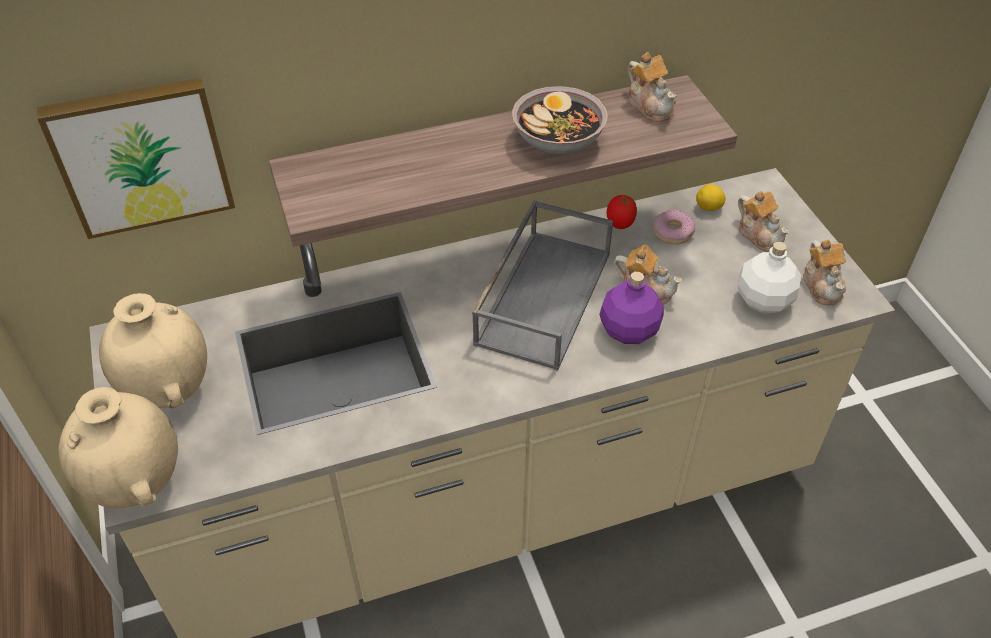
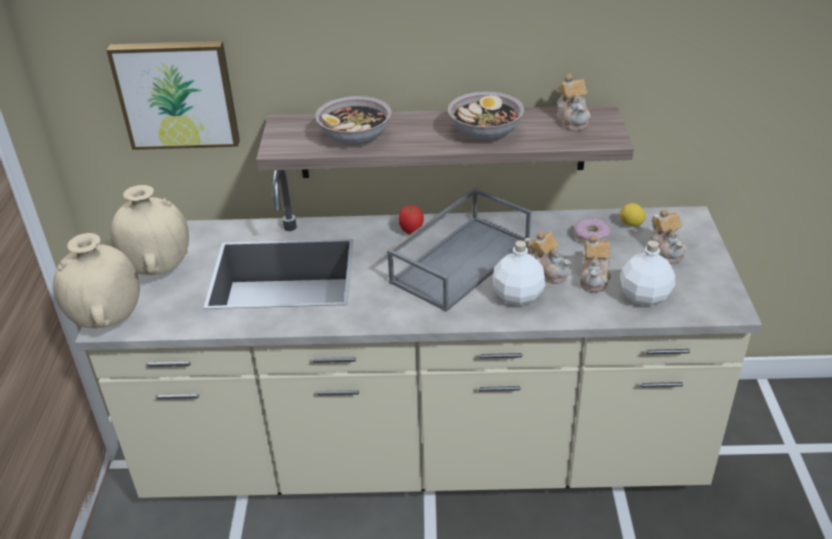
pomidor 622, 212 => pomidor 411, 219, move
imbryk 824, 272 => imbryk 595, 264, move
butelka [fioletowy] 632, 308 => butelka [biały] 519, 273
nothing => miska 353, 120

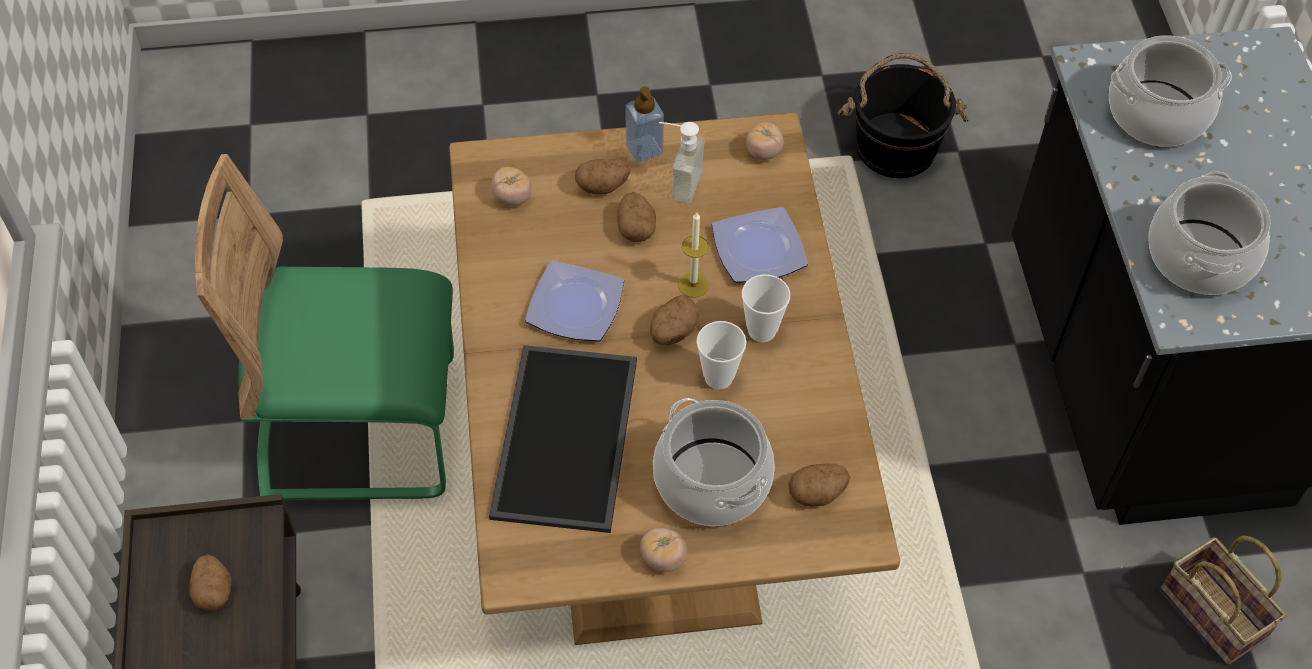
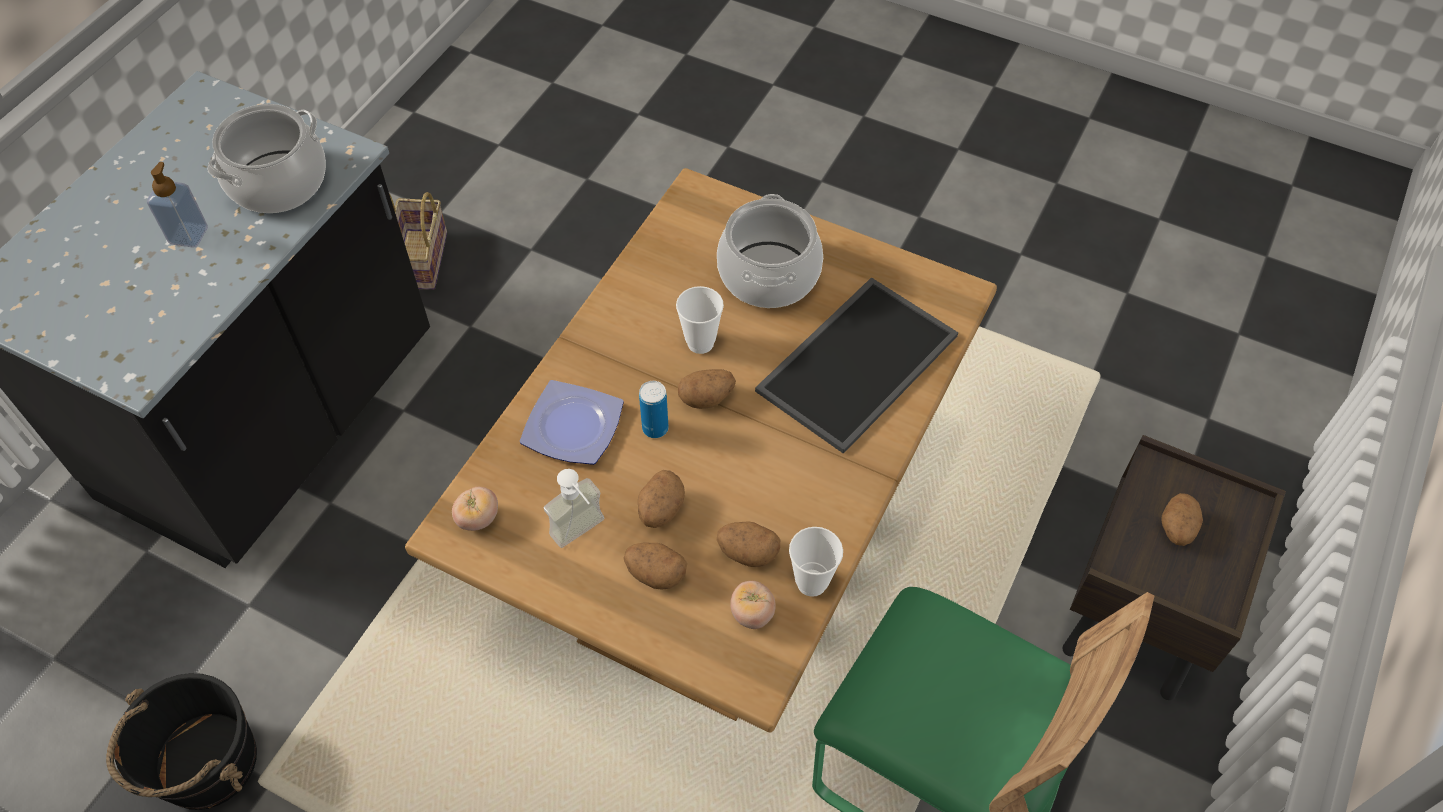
garnek 1170, 91 => nothing
dozownik mydła 644, 124 => dozownik mydła 177, 205, move
świeca 693, 255 => puszka 654, 409
talerz 574, 301 => nothing
filiżanka 766, 308 => filiżanka 816, 562, move
ziemniak 819, 485 => ziemniak 748, 544, move
pomidor 663, 550 => nothing

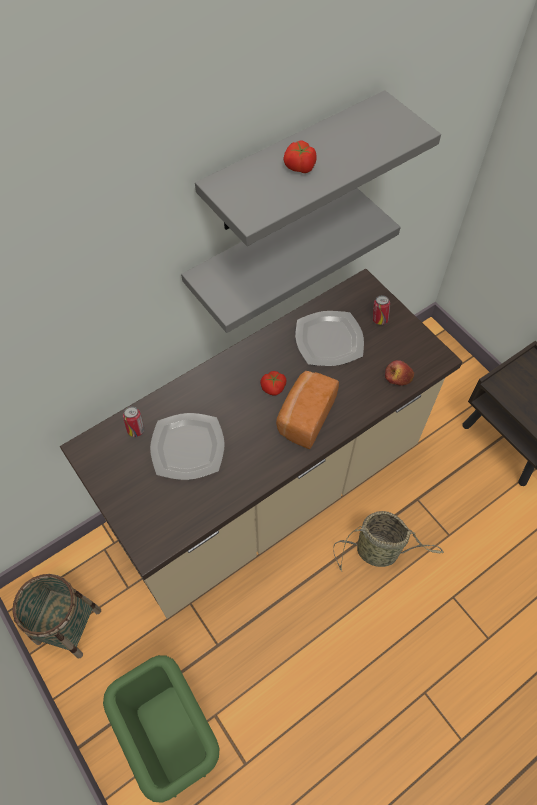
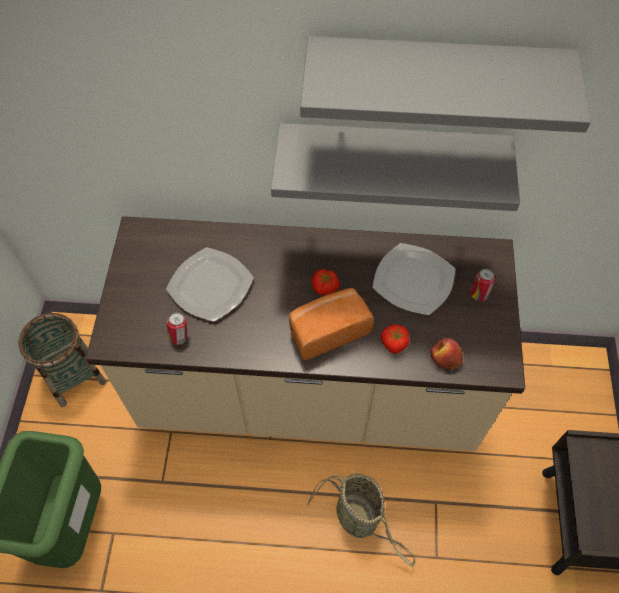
pomidor 299, 156 => pomidor 395, 339, move
puszka 133, 421 => puszka 177, 328, move

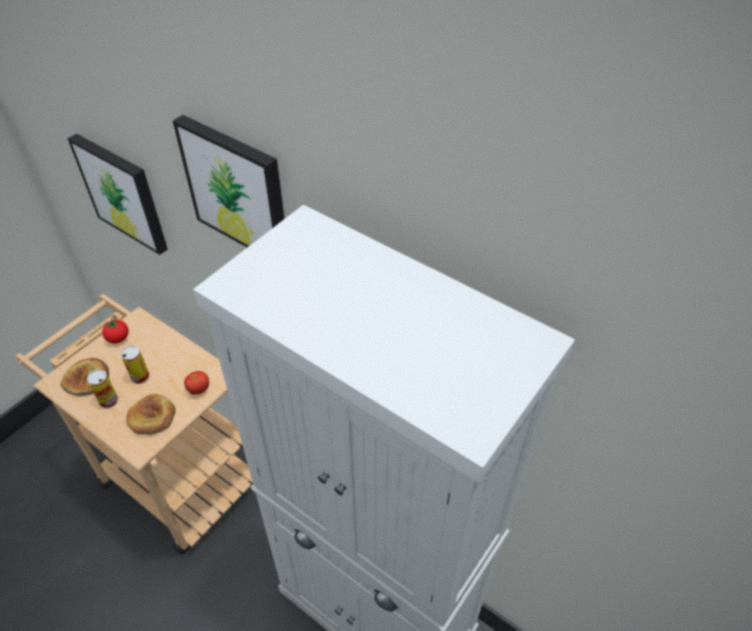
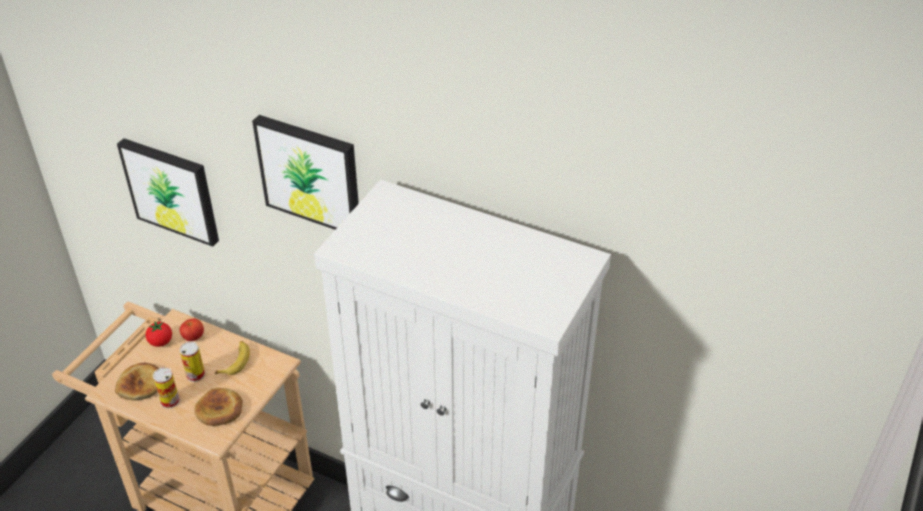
pomidor 196, 382 => pomidor 192, 329, move
nothing => banan 232, 358

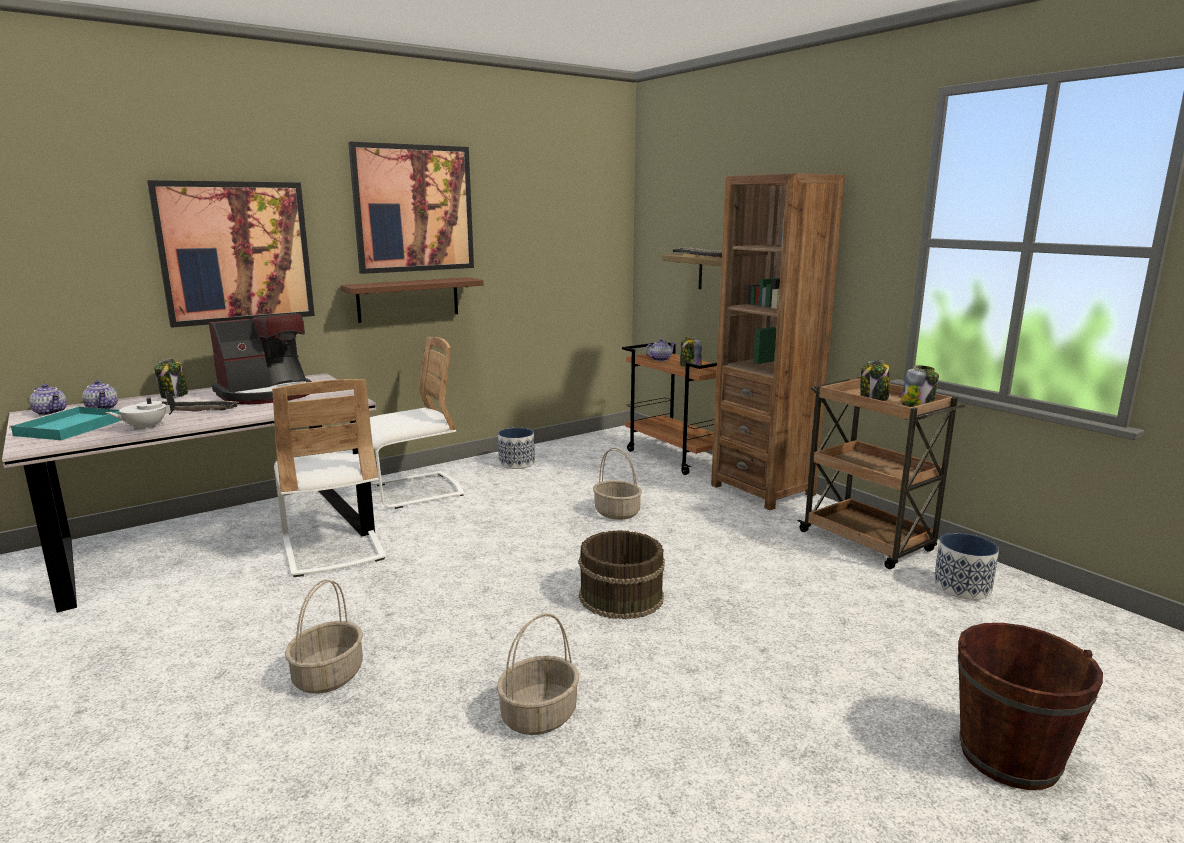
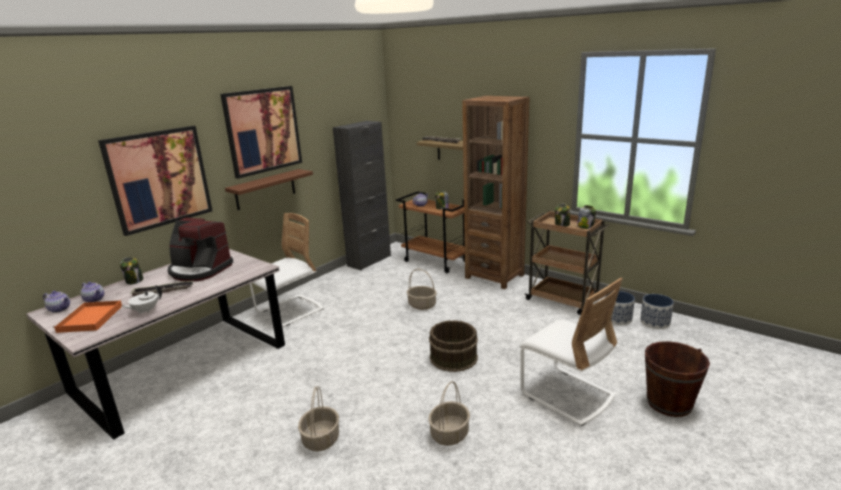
ekspres do kawy 260, 359 => ekspres do kawy 200, 250, 75 degrees clockwise
krzesło [biały] 329, 478 => krzesło [biały] 571, 352, move
taca [turkusowy] 65, 423 => taca [pomarańczowy] 87, 316
donica 516, 448 => donica 657, 311, move
nothing => szafka [czarny] 362, 195

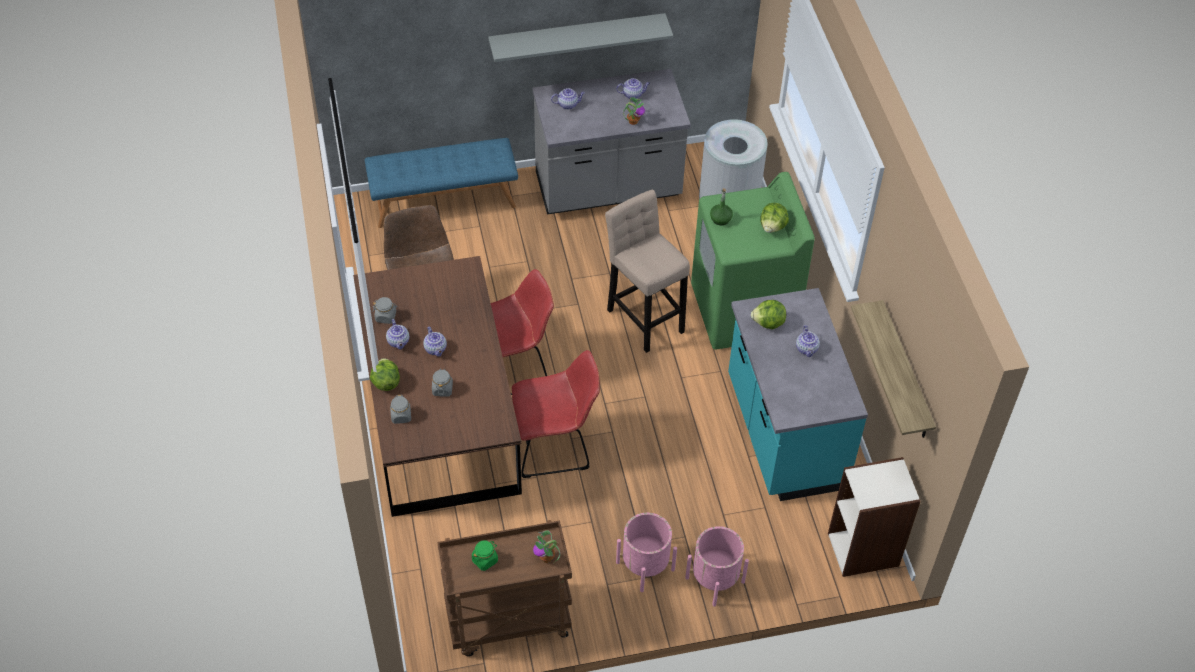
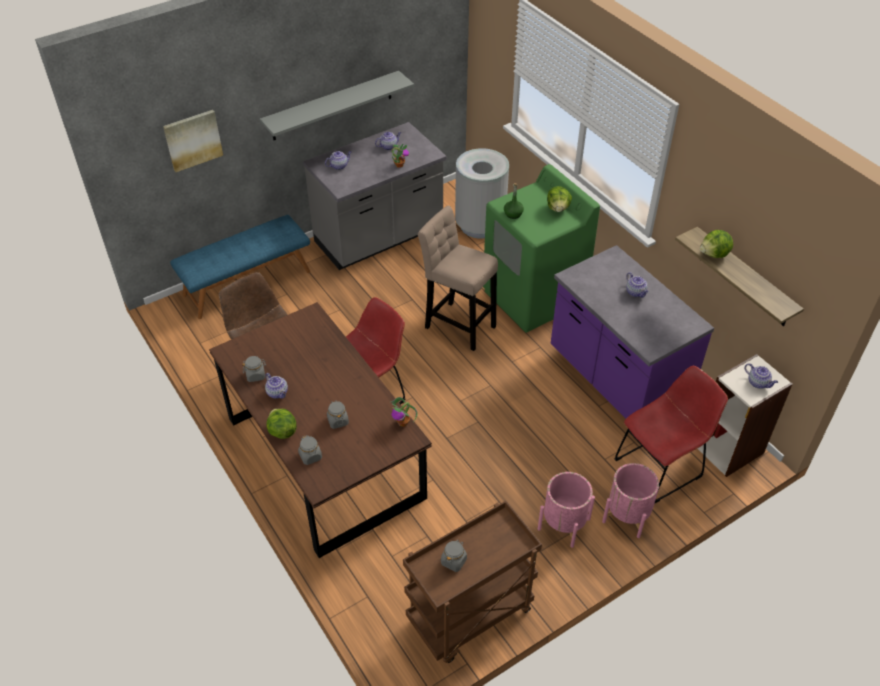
zabudowa kuchenna [turkusowy] 798, 394 => zabudowa kuchenna [fioletowy] 632, 331
sałata 768, 314 => sałata 716, 244, move
imbryk 435, 342 => imbryk 761, 375, move
krzesło [czerwony] 556, 414 => krzesło [czerwony] 671, 434, move
roślina doniczkowa 546, 547 => roślina doniczkowa 404, 412, move
słoik [zielony] 485, 555 => słoik [szary] 454, 556
nothing => obraz 193, 141

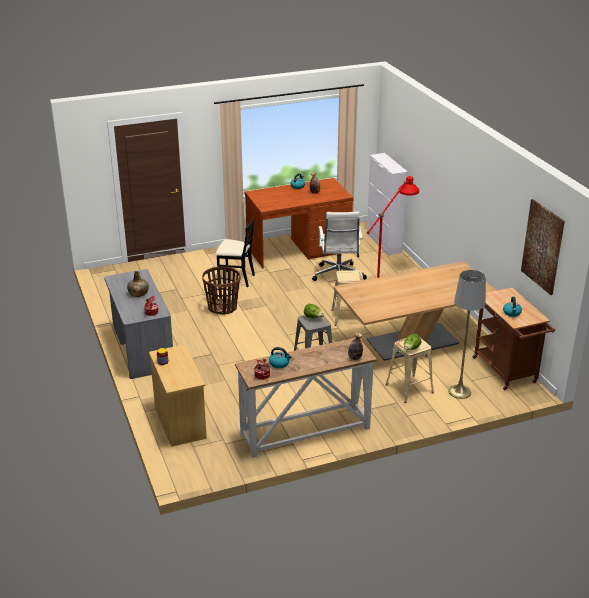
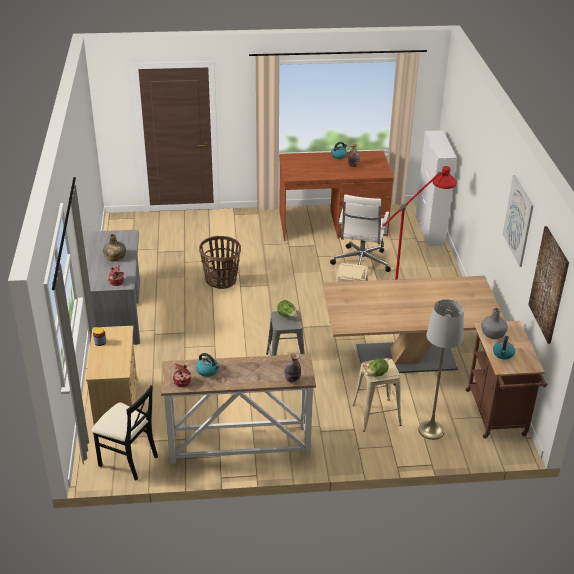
krzesło [czarny] 235, 251 => krzesło [czarny] 124, 433, move
nothing => obraz 518, 221
nothing => butelka [szary] 494, 323

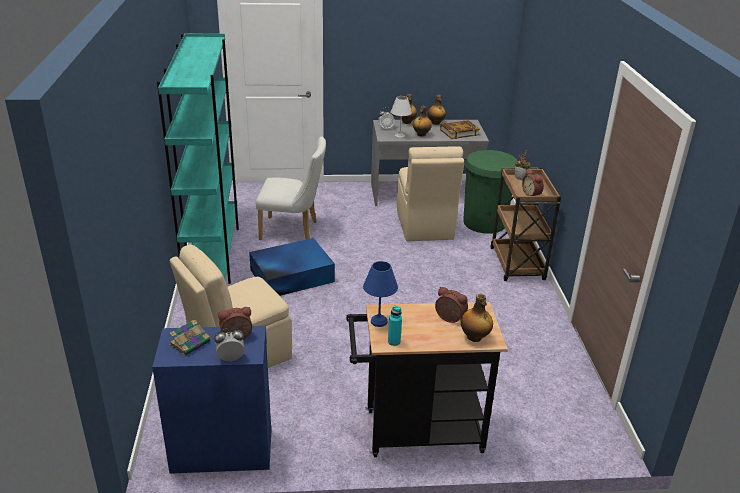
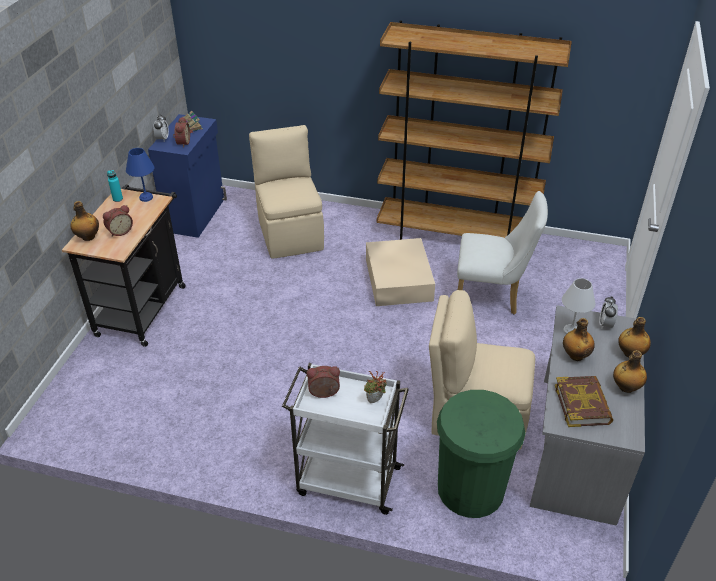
regał [turkusowy] 198, 158 => regał [brązowy] 474, 130
krzesło [biały] 291, 188 => krzesło [biały] 502, 253, 105 degrees counterclockwise
wózek [brązowy] 525, 224 => wózek [biały] 345, 439
pojemnik do przechowywania [niebieski] 292, 267 => pojemnik do przechowywania [beżowy] 400, 272

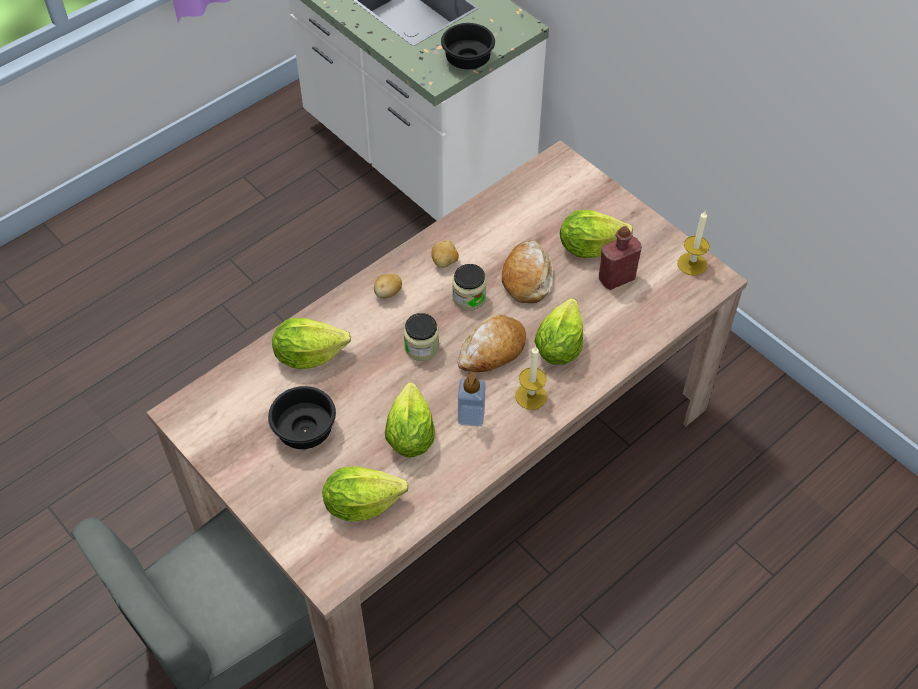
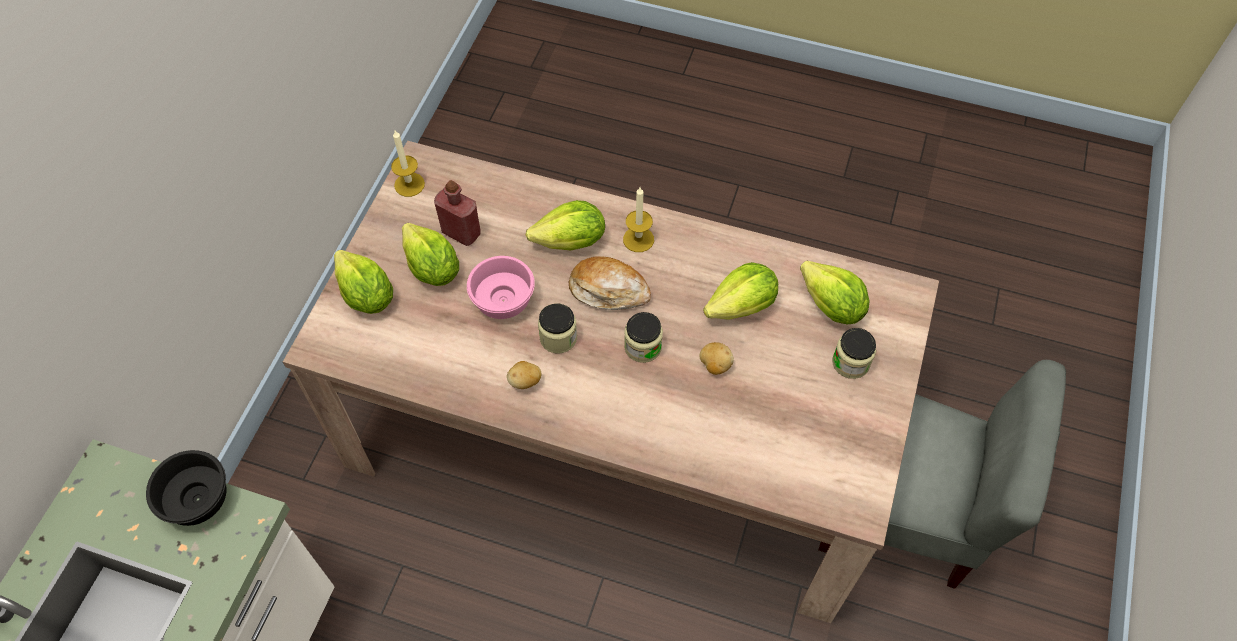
chleb 527, 271 => miska [różowy] 501, 287
ziemniak 388, 286 => ziemniak 716, 358, move
sałata 311, 343 => sałata 363, 282, move
dozownik mydła 472, 399 => nothing
miska [czarny] 302, 417 => nothing
nothing => słoik 854, 353

